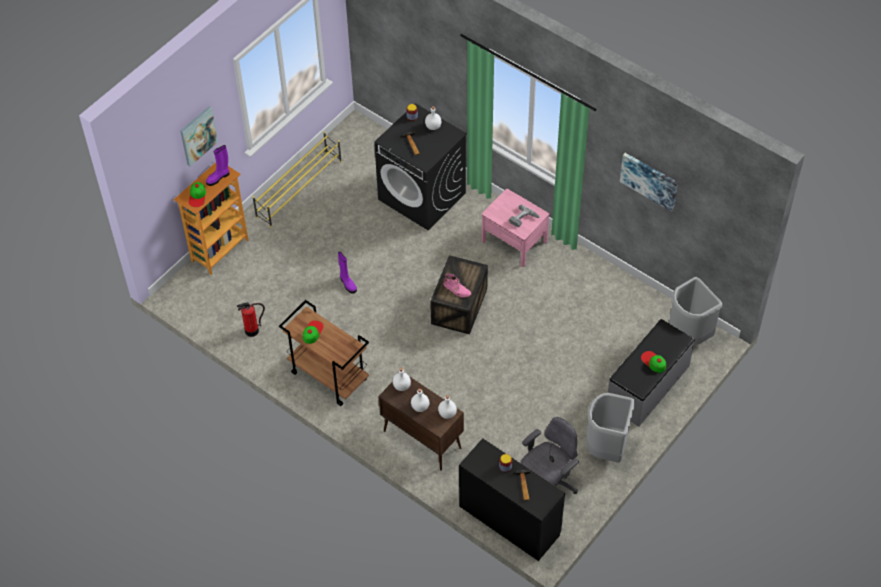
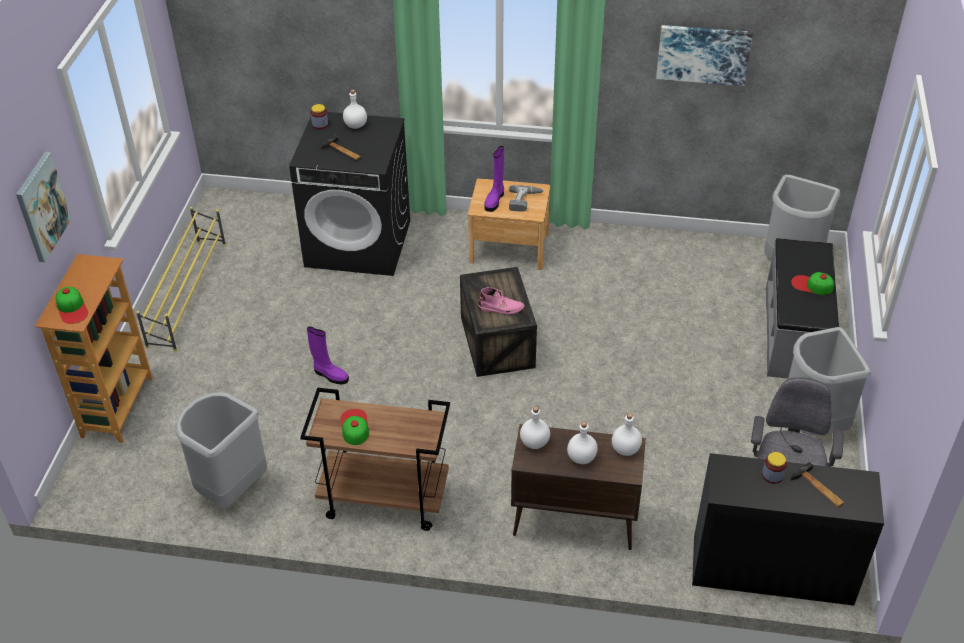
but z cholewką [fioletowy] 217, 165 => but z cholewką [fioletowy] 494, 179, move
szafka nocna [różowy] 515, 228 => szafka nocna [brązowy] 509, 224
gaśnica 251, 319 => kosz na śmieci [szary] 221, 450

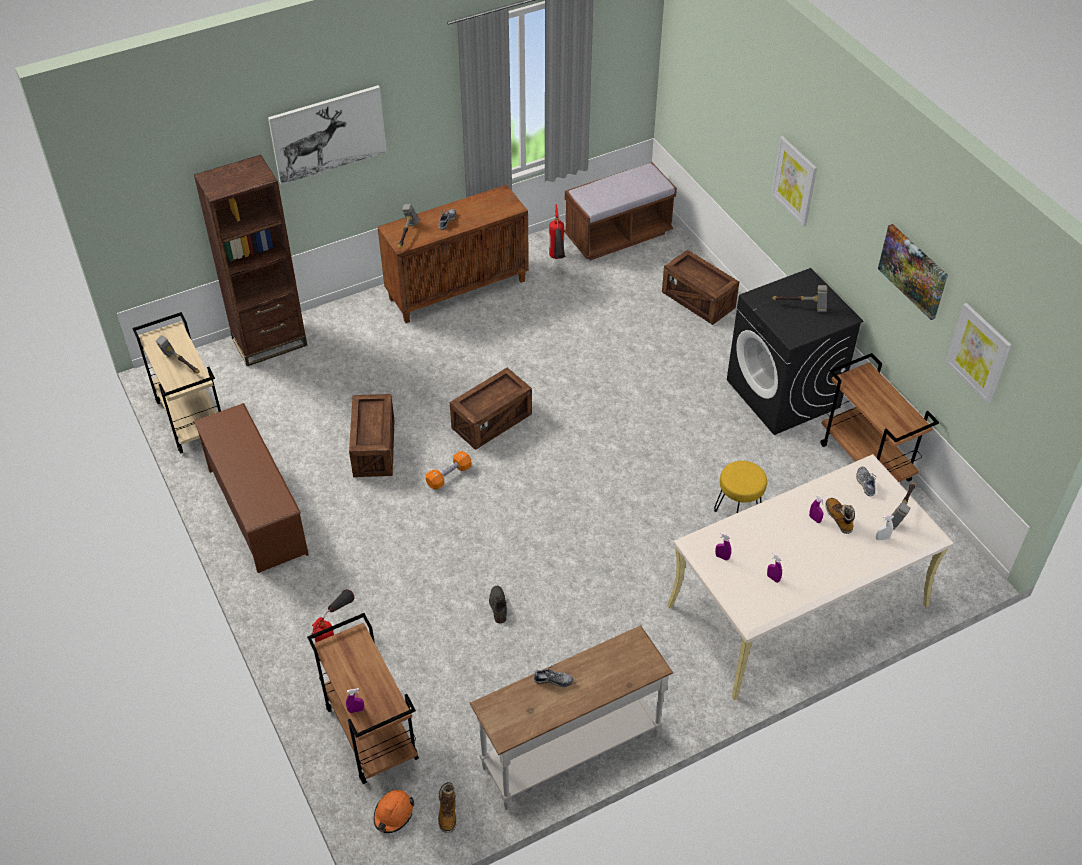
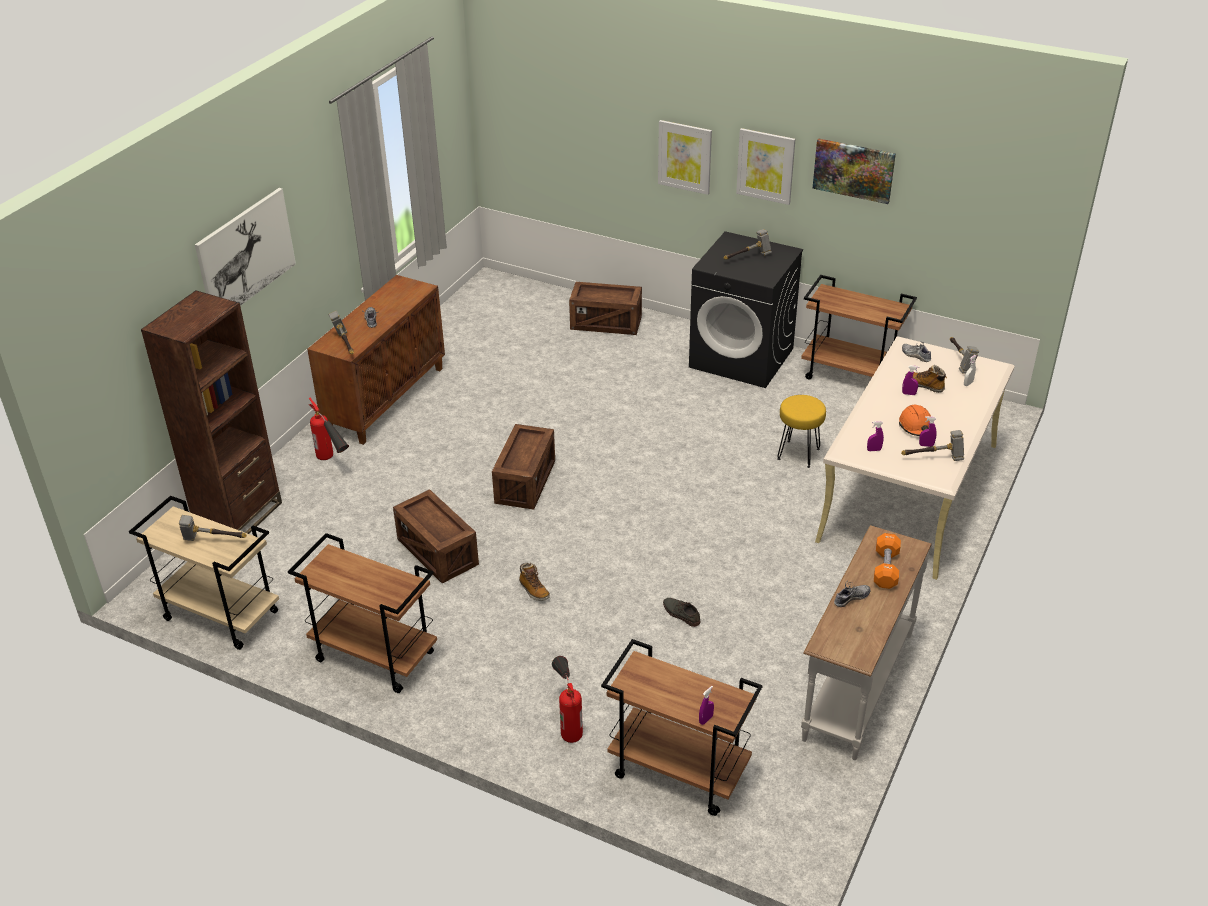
ławka [brązowy] 620, 211 => nothing
gaśnica 557, 231 => gaśnica 329, 429, move
obraz 978, 353 => obraz 765, 166, move
regał na buty [brązowy] 251, 488 => wózek [brązowy] 362, 613
hantel [pomarańczowy] 448, 470 => hantel [pomarańczowy] 887, 561, move
but z cholewką 447, 807 => but z cholewką 534, 582, move
kask [pomarańczowy] 394, 811 => kask [pomarańczowy] 915, 420, move
nothing => młotek 932, 445

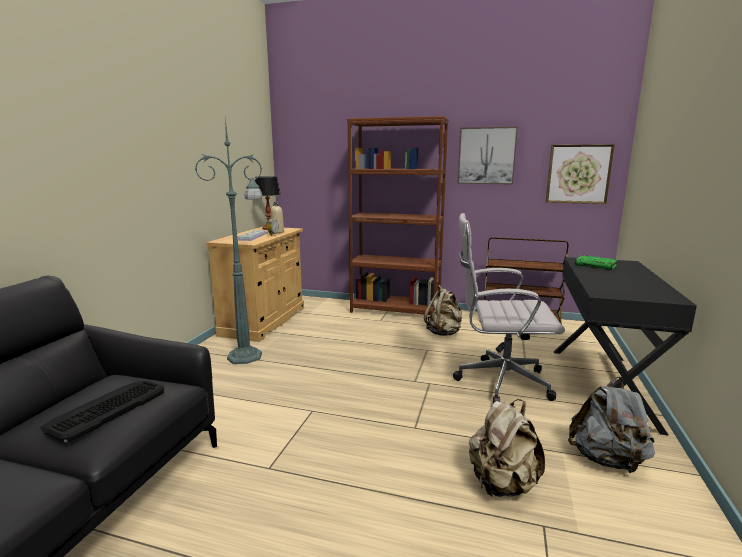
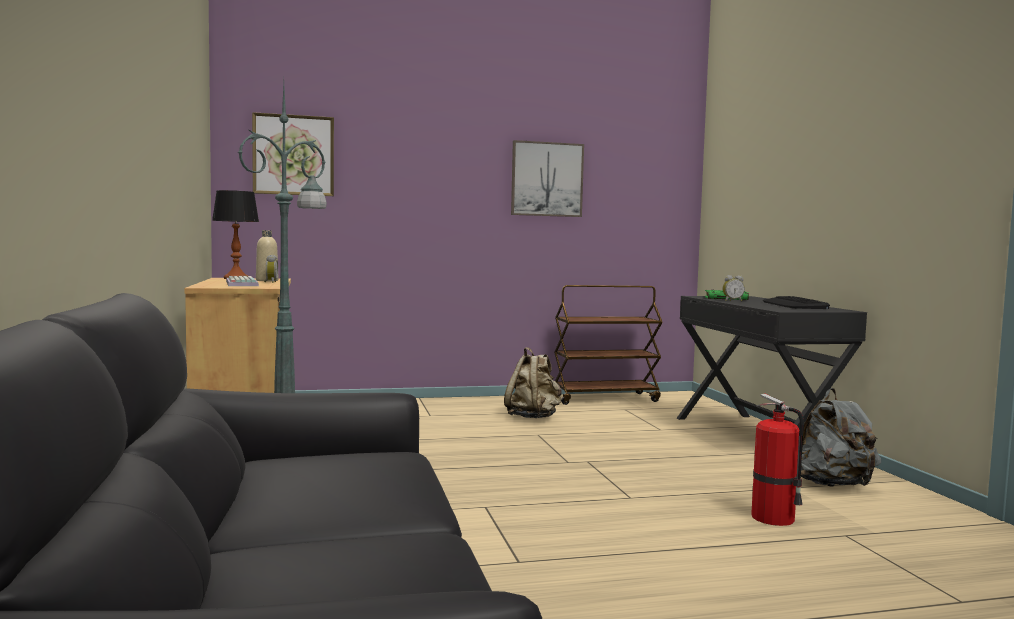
regał [brązowy] 398, 215 => nothing
obraz 580, 174 => obraz 293, 154, move
krzesło biurowe [biały] 509, 308 => nothing
klawiatura 102, 411 => klawiatura 796, 302, move
plecak [beżowy] 507, 448 => gaśnica 777, 460
nothing => budzik 734, 288

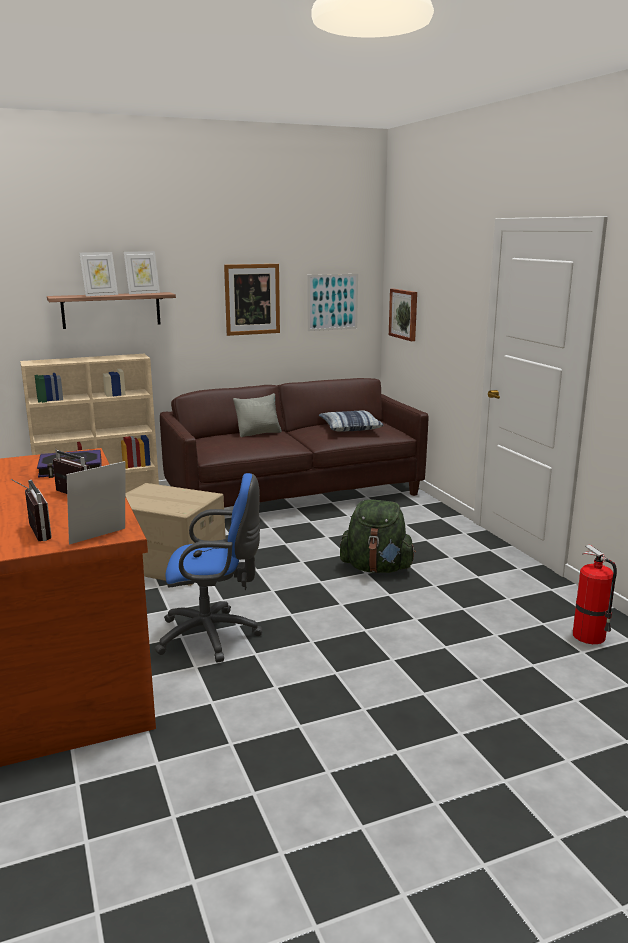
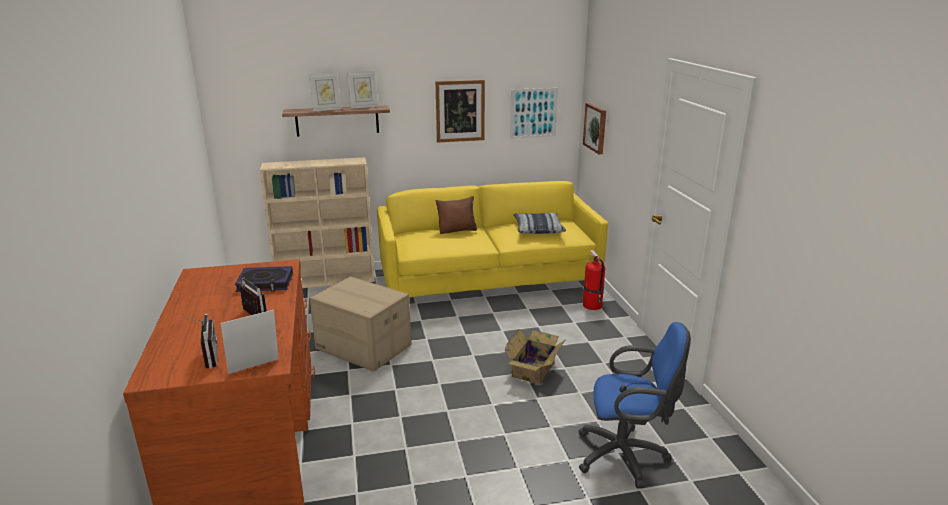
kanapa [brązowy] 294, 443 => kanapa [żółty] 492, 239
poduszka [szary] 257, 415 => poduszka [brązowy] 456, 215
krzesło biurowe [niebieski] 208, 568 => krzesło biurowe [niebieski] 634, 405, move
plecak [zielony] 378, 536 => karton 535, 356
gaśnica 595, 594 => gaśnica 594, 280, move

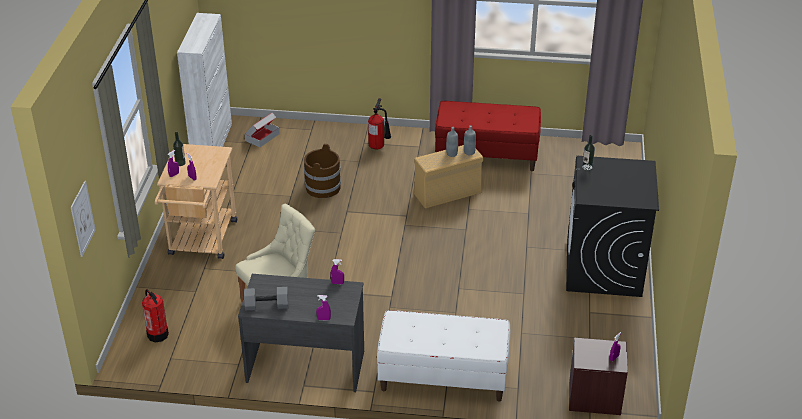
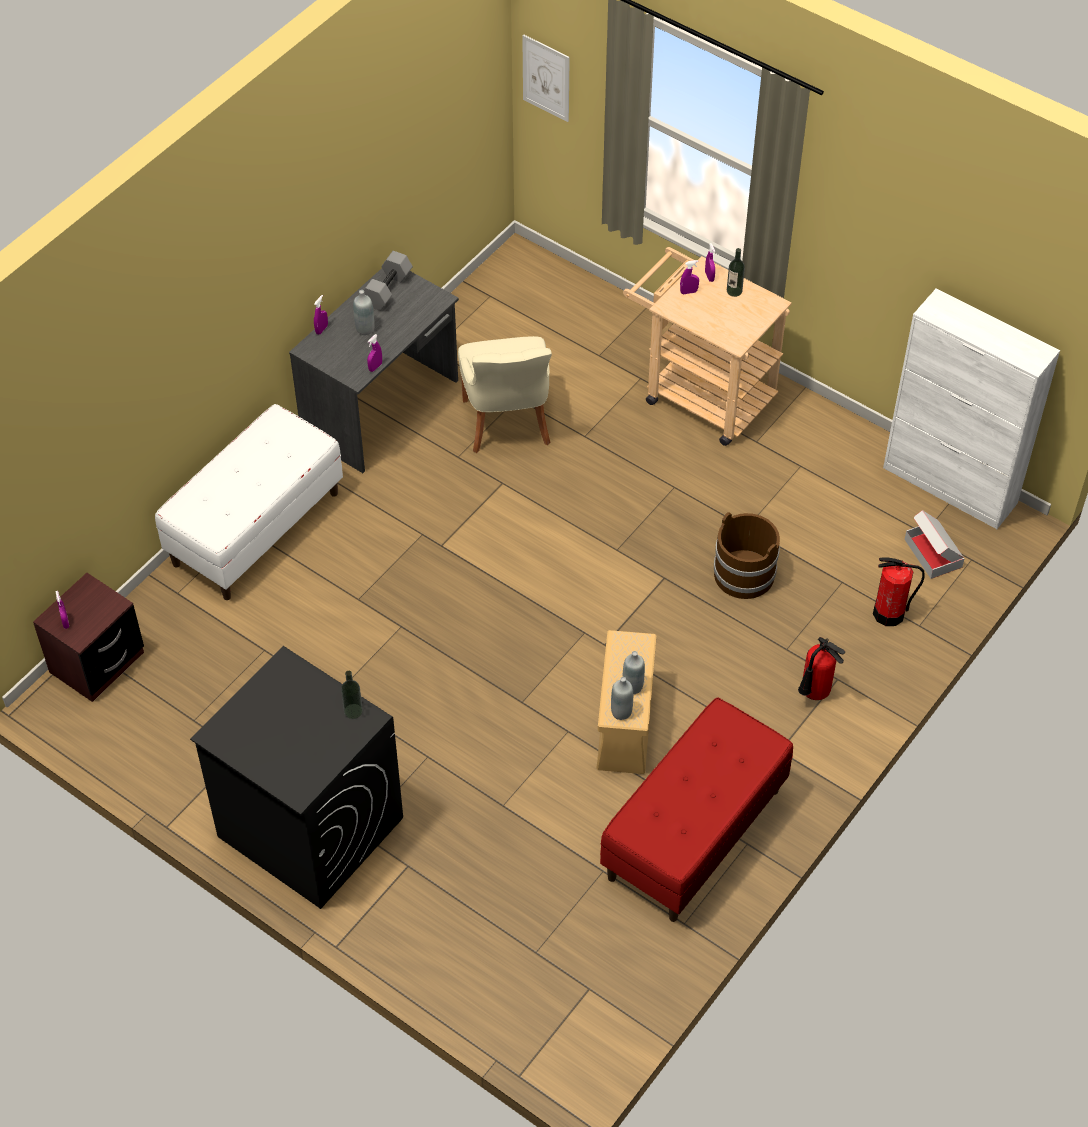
gaśnica 155, 315 => gaśnica 899, 592, move
nothing => butelka [szary] 364, 312

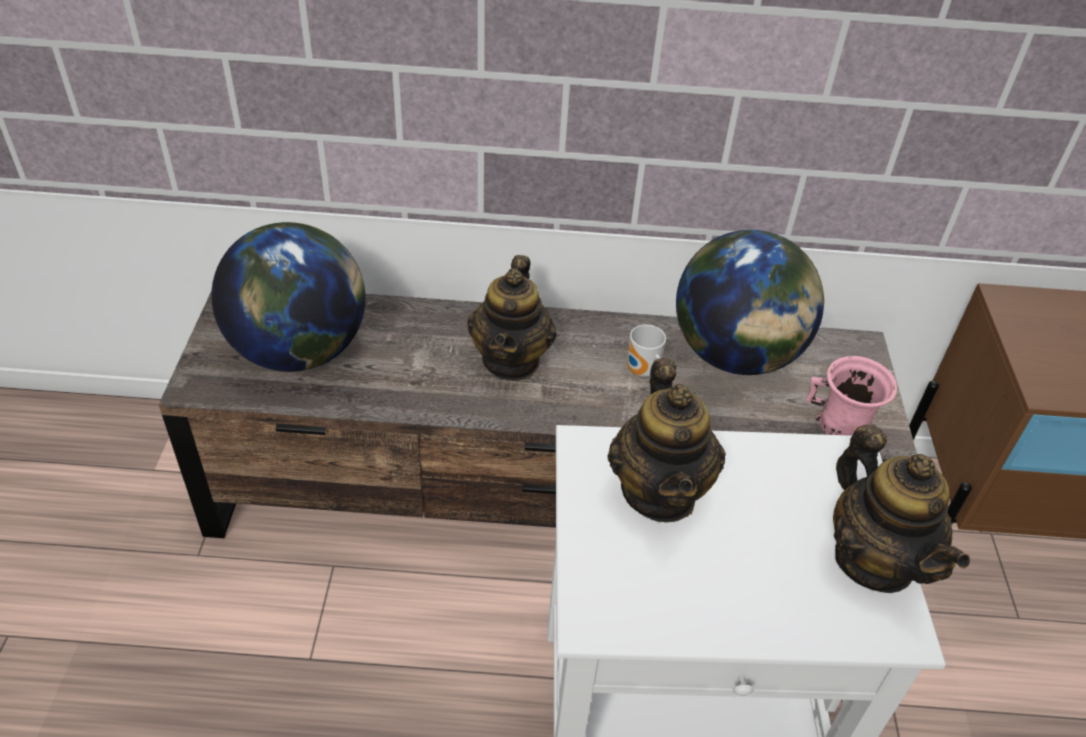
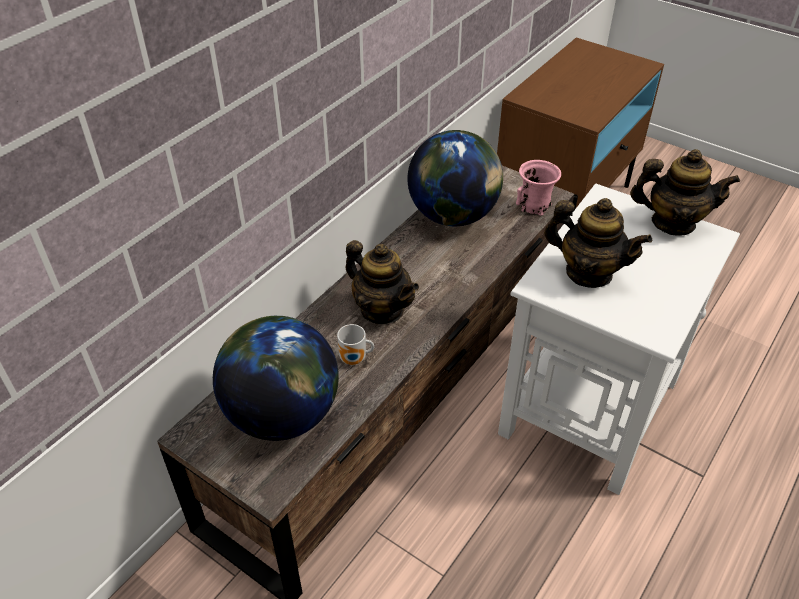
kubek 646, 351 => kubek 355, 344, move

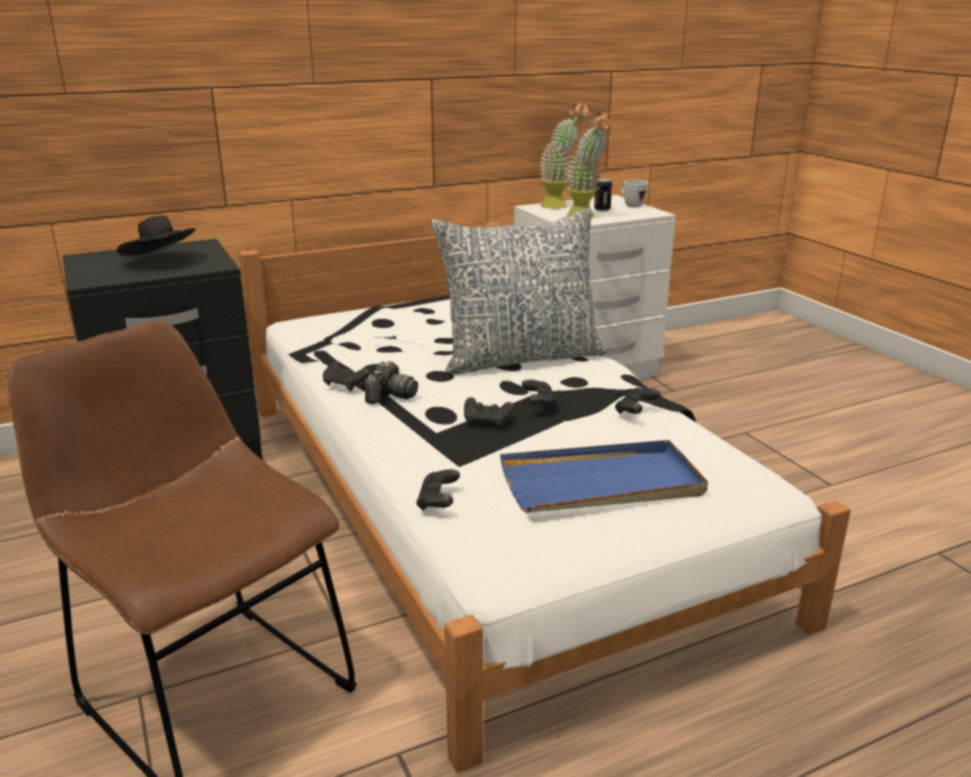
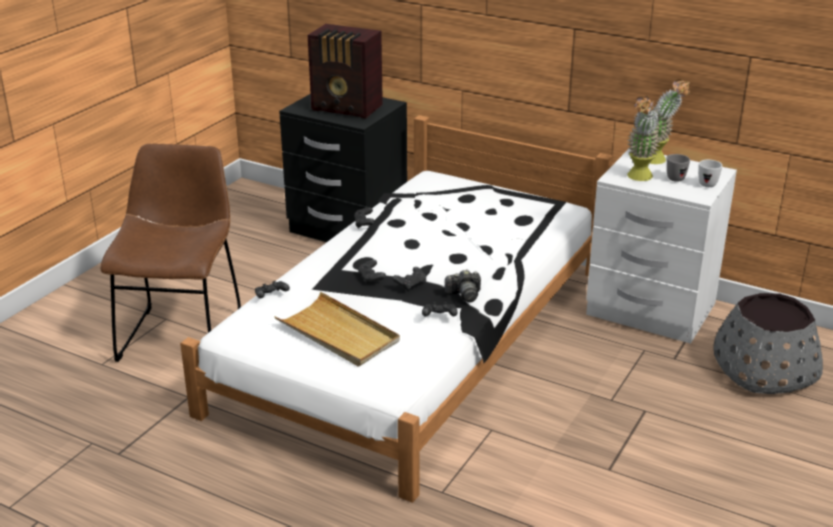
puszka 603, 194 => kubek [szary] 678, 168
poduszka 519, 291 => nothing
kapelusz [czarny] 156, 236 => radio 345, 71
aparat fotograficzny 391, 382 => aparat fotograficzny 462, 285, move
taca [niebieski] 604, 476 => taca [beżowy] 337, 329
nothing => donica [szary] 768, 343

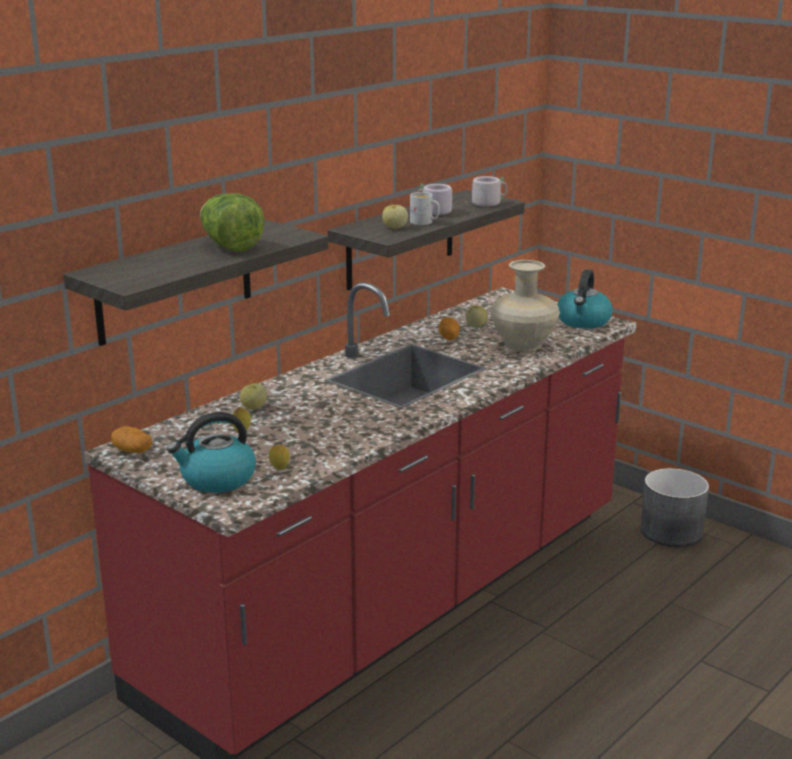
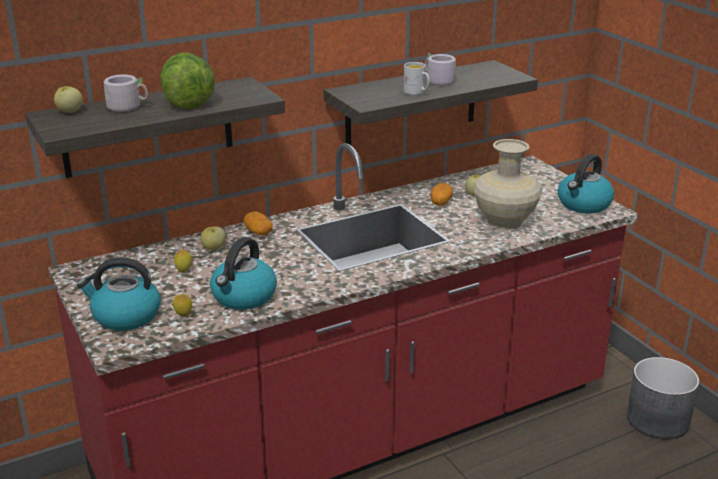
kubek [szary] 487, 191 => kubek [szary] 126, 93, move
jabłko 395, 217 => jabłko 68, 99, move
ziemniak 131, 439 => ziemniak 258, 223, move
nothing => czajnik 243, 273

